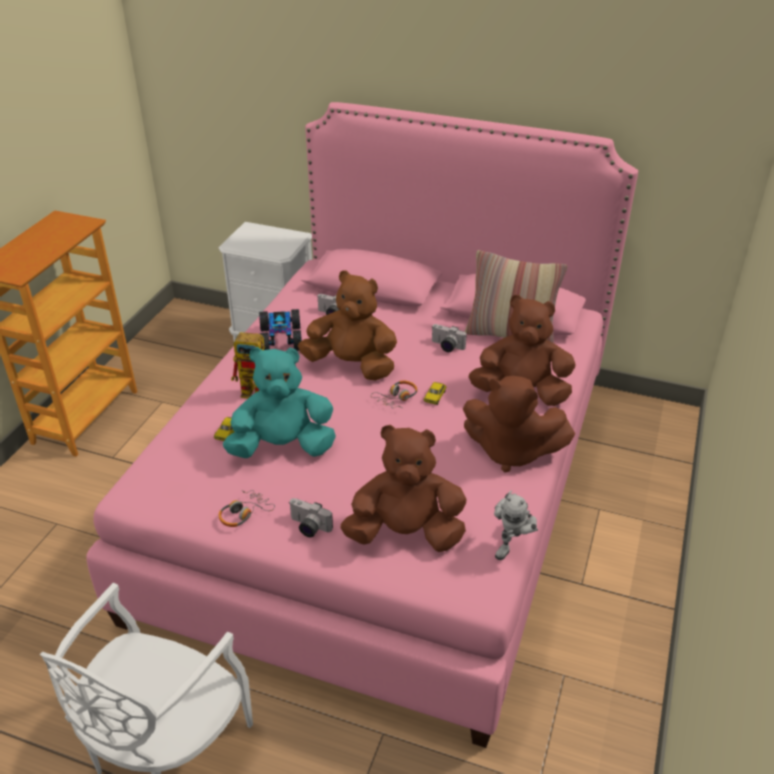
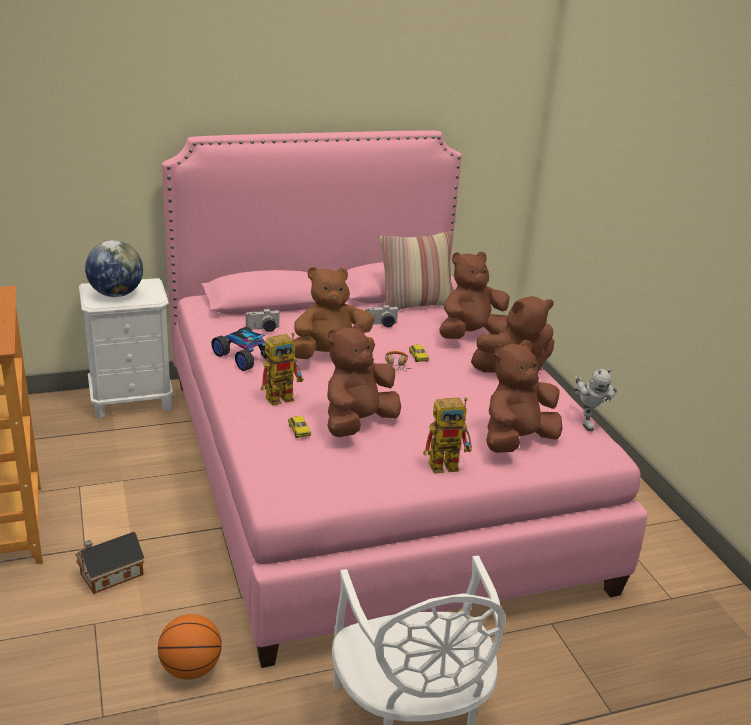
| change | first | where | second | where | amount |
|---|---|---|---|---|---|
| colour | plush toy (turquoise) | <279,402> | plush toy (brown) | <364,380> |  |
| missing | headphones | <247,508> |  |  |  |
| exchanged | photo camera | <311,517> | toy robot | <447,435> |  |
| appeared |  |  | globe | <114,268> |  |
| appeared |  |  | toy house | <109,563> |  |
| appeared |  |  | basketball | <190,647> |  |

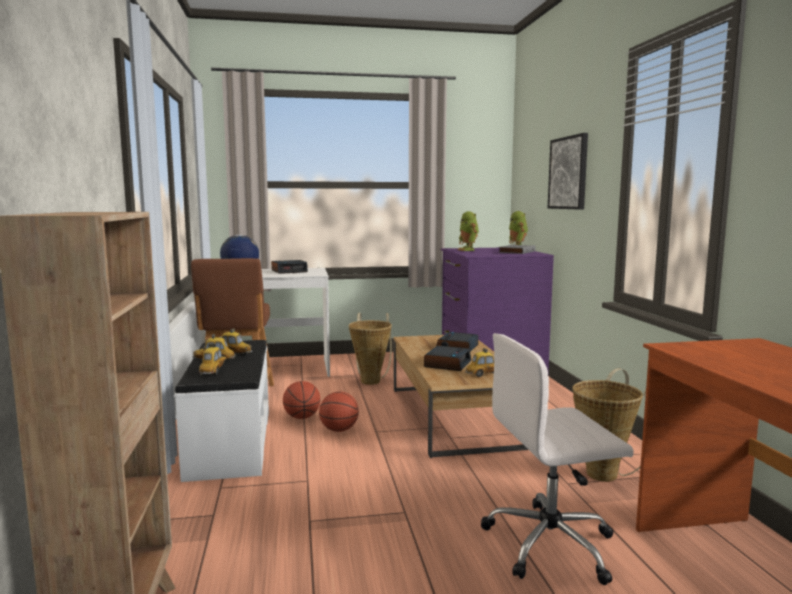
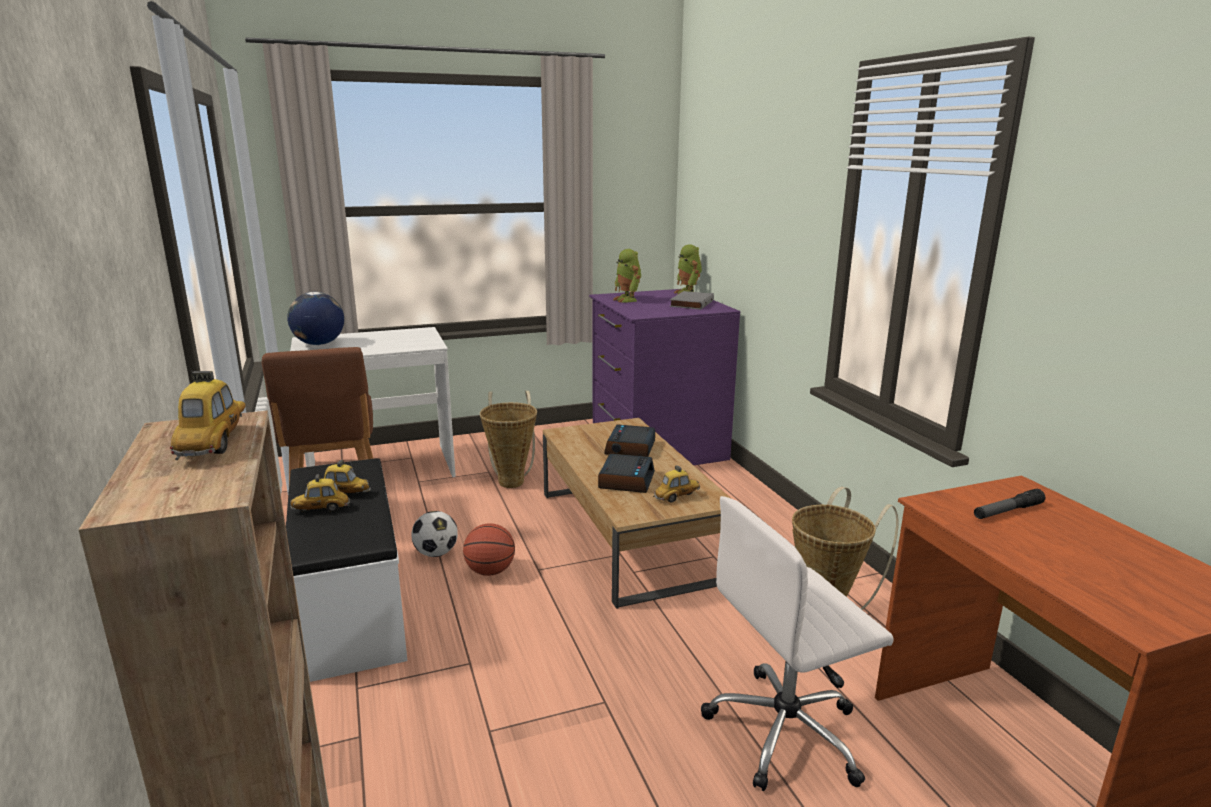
| change | first | where | second | where | amount |
|---|---|---|---|---|---|
| missing | picture | <568,171> |  |  |  |
| missing | alarm clock | <289,267> |  |  |  |
| relocated | toy car | <212,359> |  | <207,415> |  |
| exchanged | basketball | <302,400> | football | <435,534> |  |
| appeared |  |  | flashlight | <1009,504> |  |

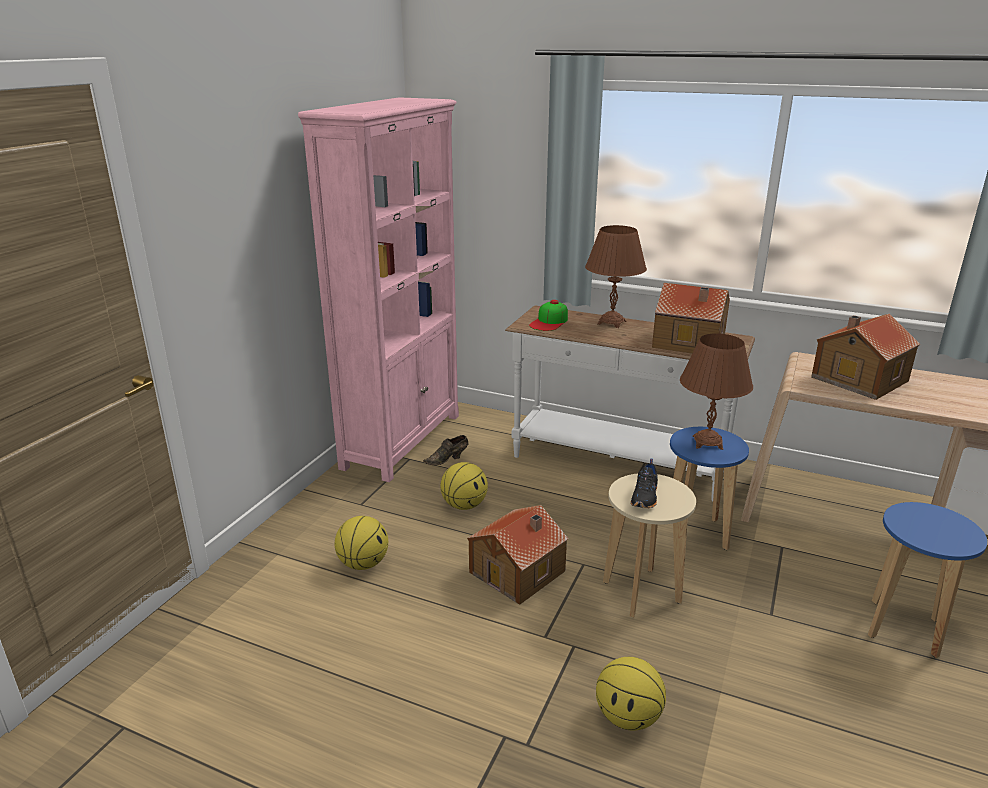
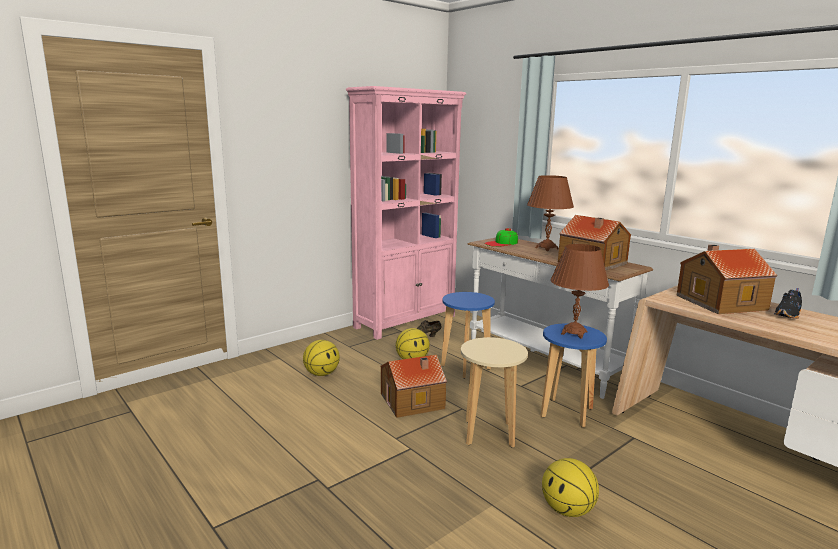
| change | first | where | second | where | amount |
|---|---|---|---|---|---|
| relocated | shoe (black) | <644,483> |  | <788,303> |  |
| relocated | stool (blue) | <928,580> |  | <468,335> |  |
| relocated | basketball | <631,694> |  | <570,487> |  |

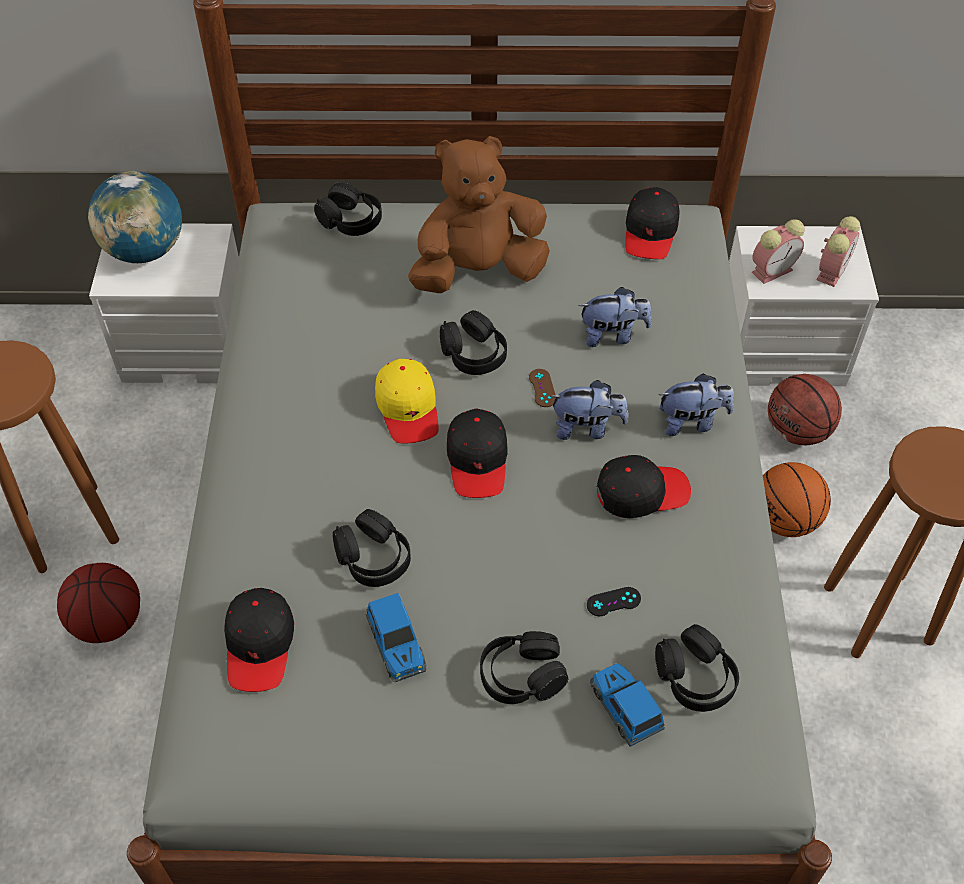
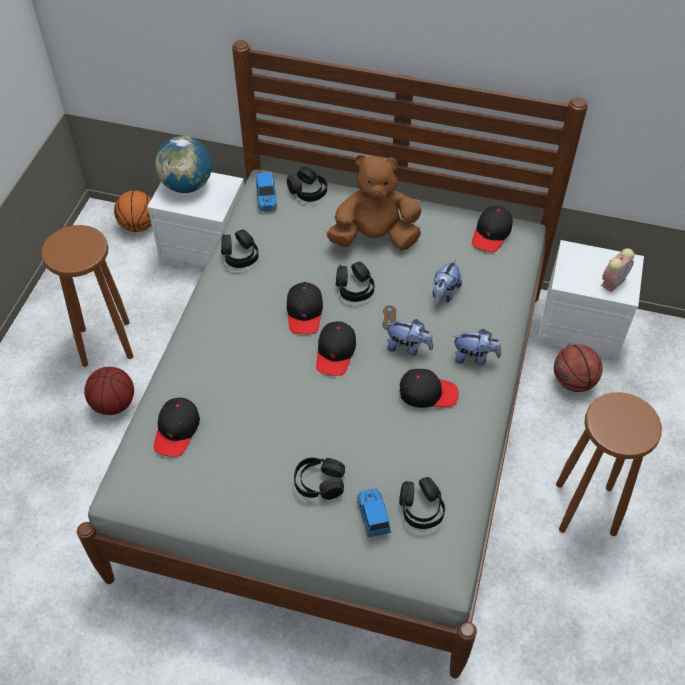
| change | first | where | second | where | amount |
|---|---|---|---|---|---|
| missing | alarm clock | <778,251> |  |  |  |
| spun | plush toy | <615,317> |  | <447,282> | 105 degrees clockwise |
| colour | cap (yellow) | <407,401> | cap (black) | <305,308> |  |
| relocated | basketball | <797,499> |  | <133,211> |  |
| relocated | headphones (black) | <372,548> |  | <240,248> |  |
| missing | game controller (black) | <614,601> |  |  |  |
| relocated | toy car | <396,637> |  | <266,192> |  |

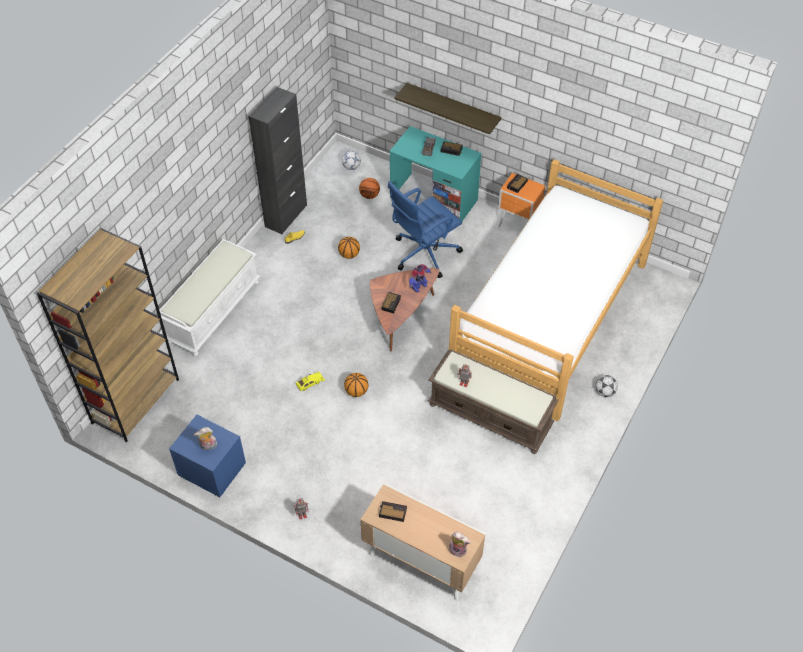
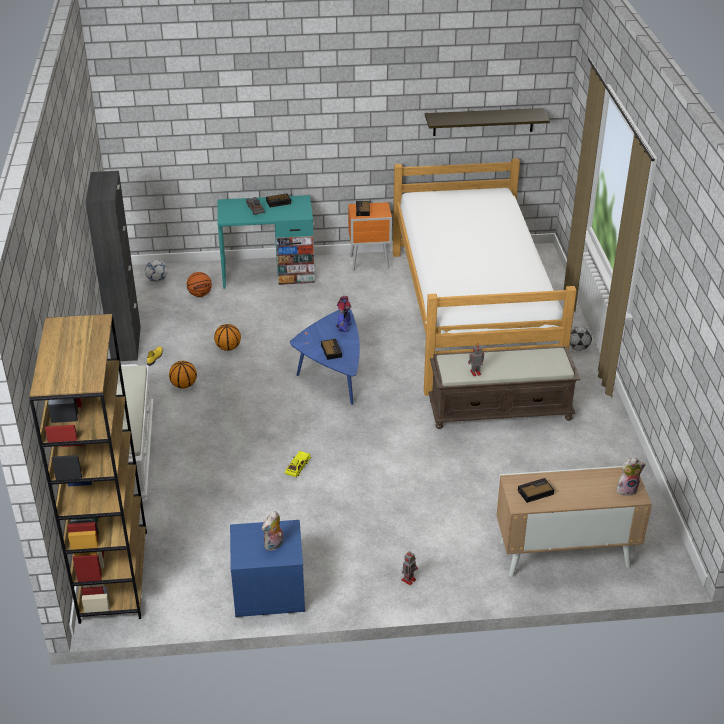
| change | first | where | second | where | amount |
|---|---|---|---|---|---|
| relocated | shelf | <448,108> |  | <487,122> |  |
| missing | office chair (blue) | <425,229> |  |  |  |
| colour | coffee table (brown) | <405,309> | coffee table (blue) | <325,357> |  |
| relocated | basketball | <356,385> |  | <183,375> |  |

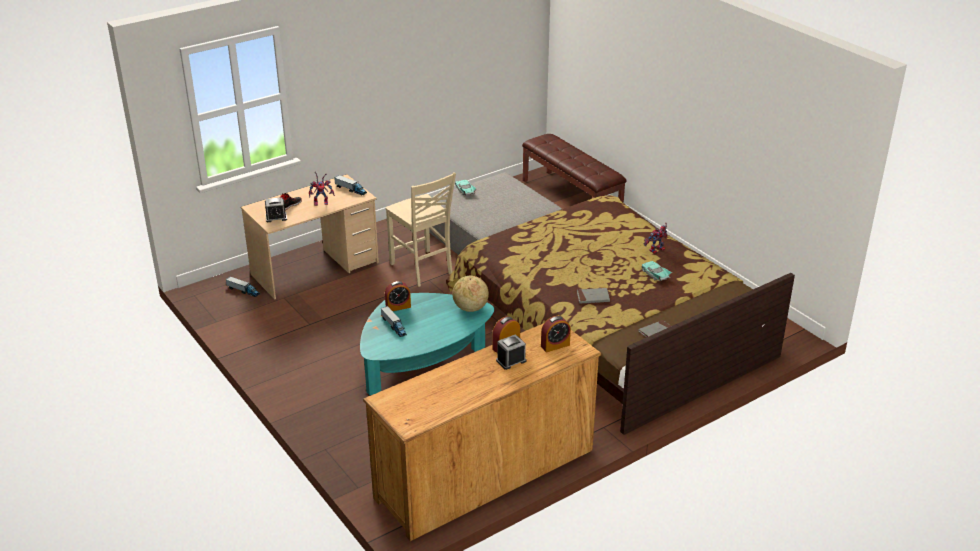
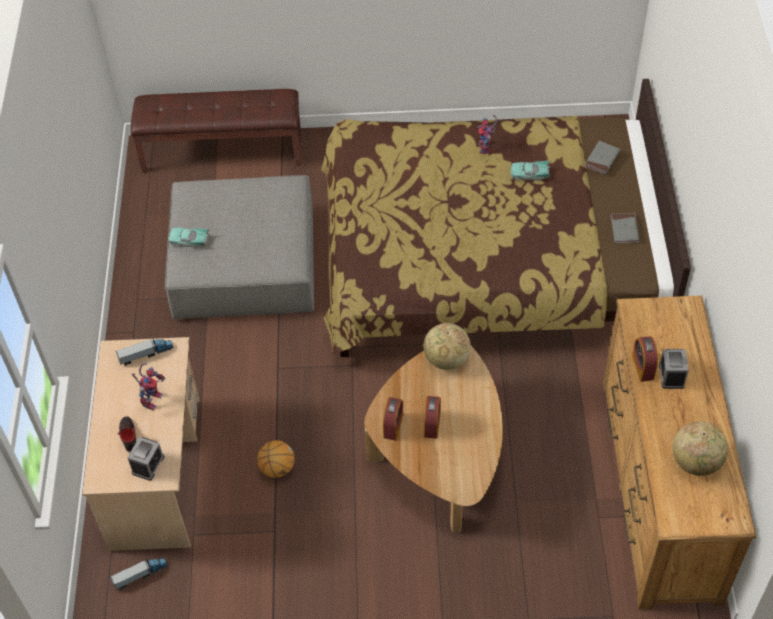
| change | first | where | second | where | amount |
|---|---|---|---|---|---|
| missing | chair (beige) | <421,229> |  |  |  |
| relocated | book (grey) | <593,296> |  | <602,158> |  |
| colour | coffee table (turquoise) | <427,344> | coffee table (brown) | <433,439> |  |
| missing | toy truck | <394,321> |  |  |  |
| relocated | alarm clock | <556,334> |  | <432,417> |  |
| appeared |  |  | globe | <700,448> |  |
| appeared |  |  | basketball | <276,459> |  |

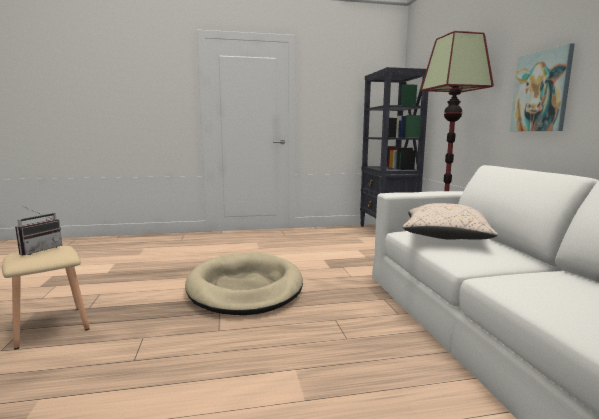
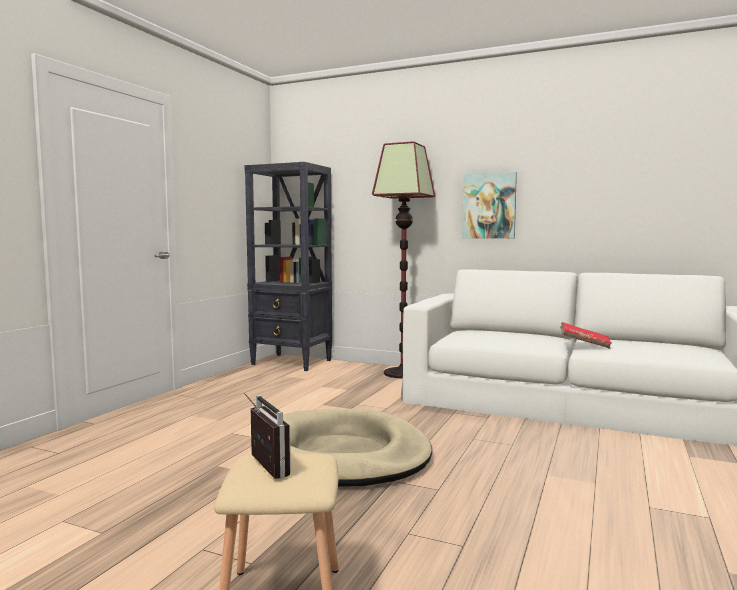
| change | first | where | second | where | amount |
|---|---|---|---|---|---|
| missing | pillow (beige) | <450,221> |  |  |  |
| appeared |  |  | book (red) | <586,335> |  |

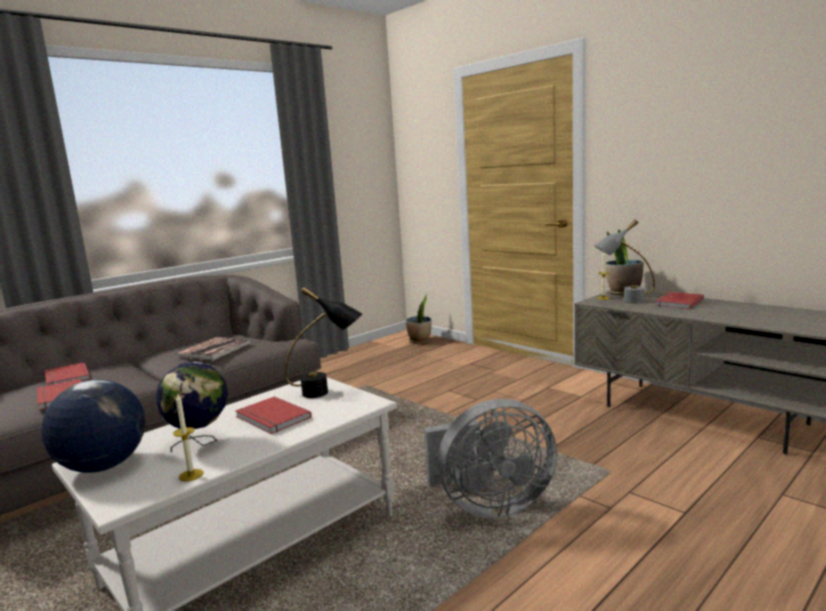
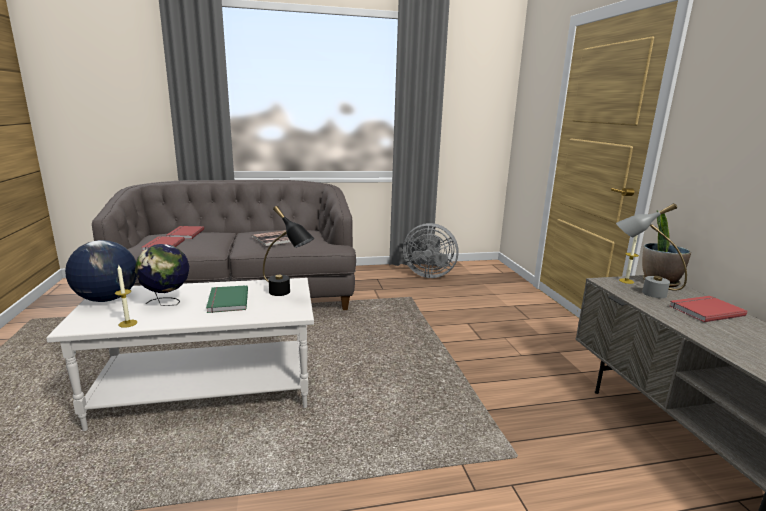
| change | first | where | second | where | amount |
|---|---|---|---|---|---|
| missing | potted plant | <419,318> |  |  |  |
| colour | book (red) | <273,415> | book (green) | <227,299> |  |
| relocated | fan (grey) | <490,458> |  | <431,250> |  |

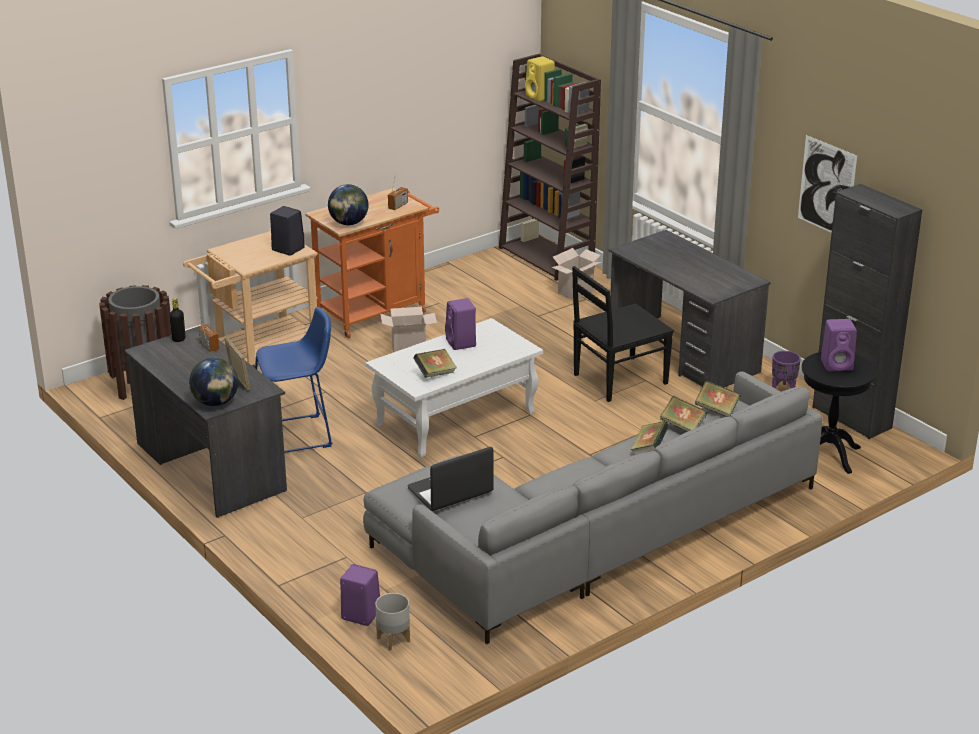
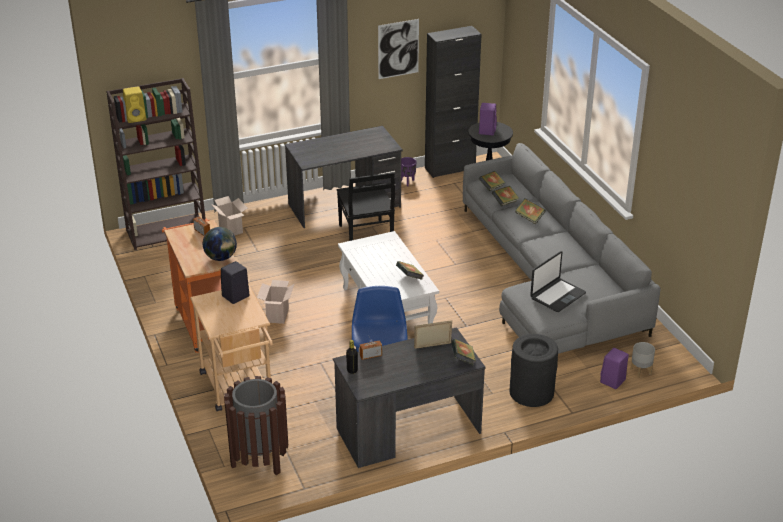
| change | first | where | second | where | amount |
|---|---|---|---|---|---|
| missing | speaker (purple) | <460,324> |  |  |  |
| exchanged | globe | <213,382> | book | <464,352> |  |
| spun | laptop | <450,479> |  | <558,281> | 120 degrees counterclockwise |
| appeared |  |  | trash can (black) | <533,370> |  |

